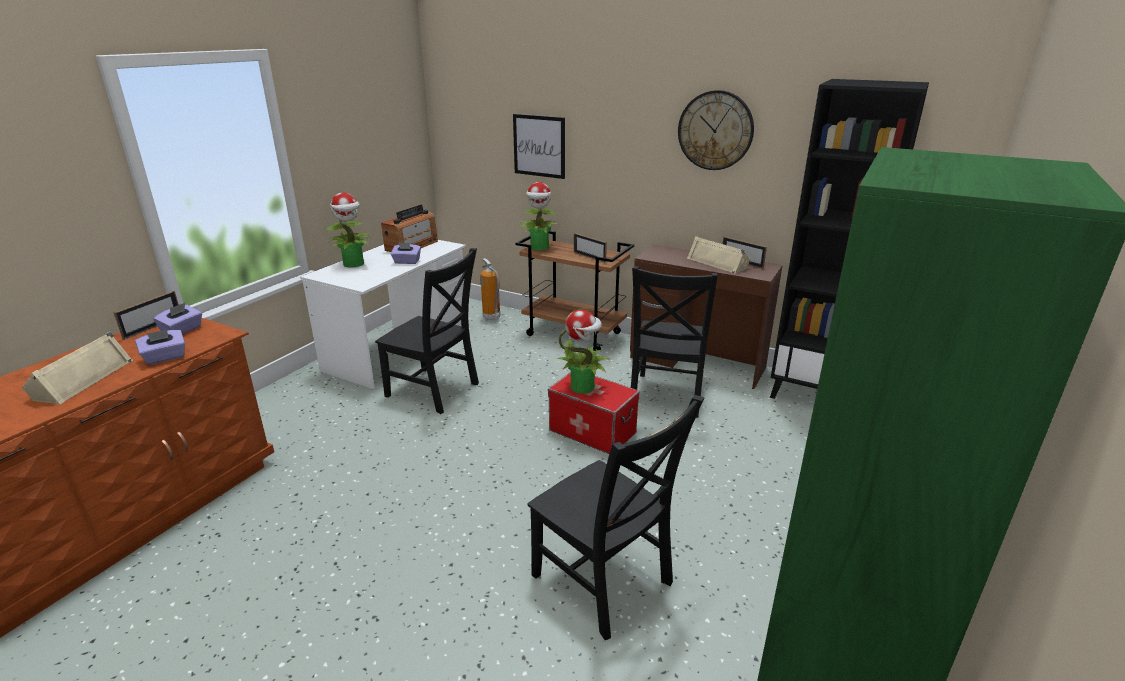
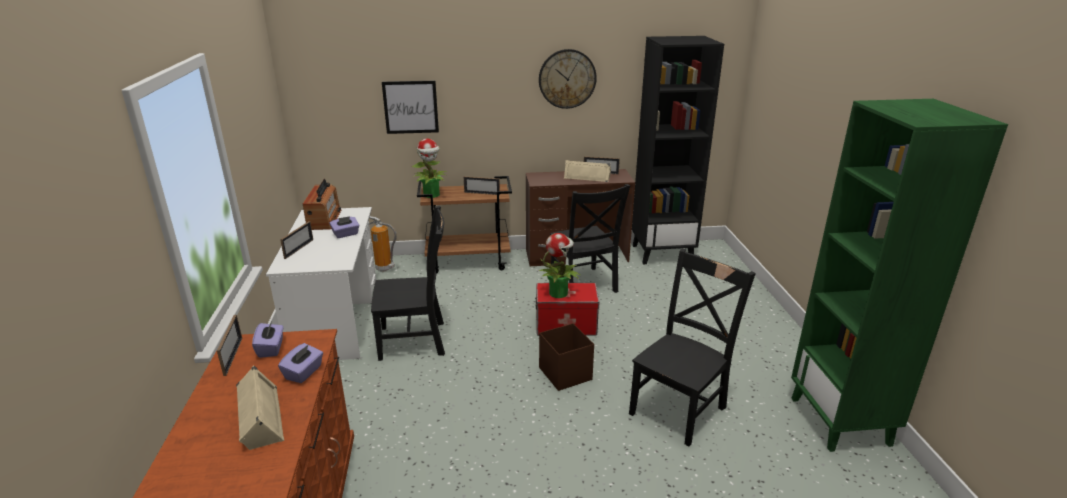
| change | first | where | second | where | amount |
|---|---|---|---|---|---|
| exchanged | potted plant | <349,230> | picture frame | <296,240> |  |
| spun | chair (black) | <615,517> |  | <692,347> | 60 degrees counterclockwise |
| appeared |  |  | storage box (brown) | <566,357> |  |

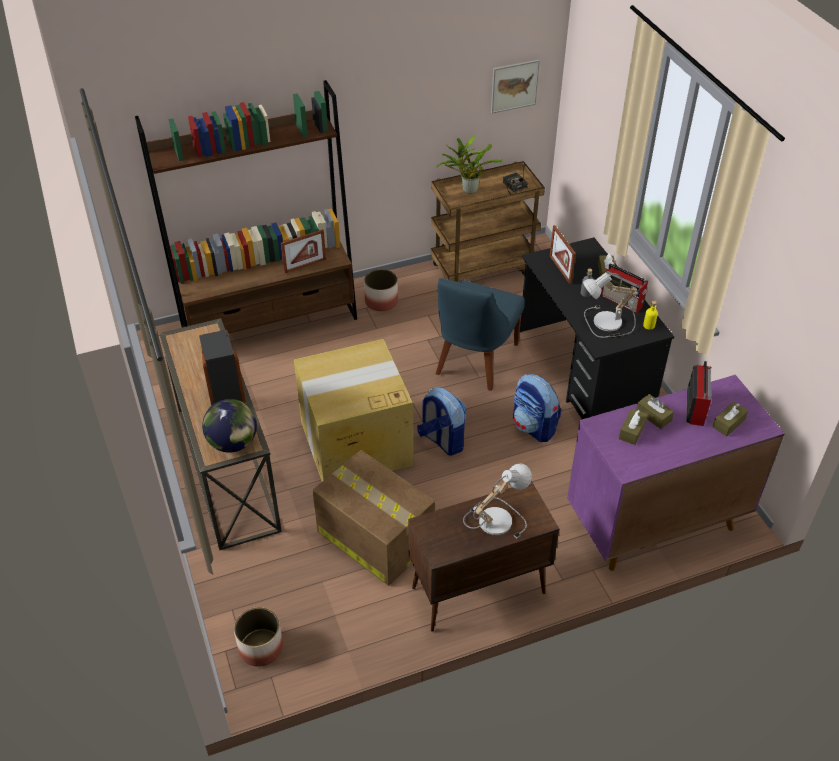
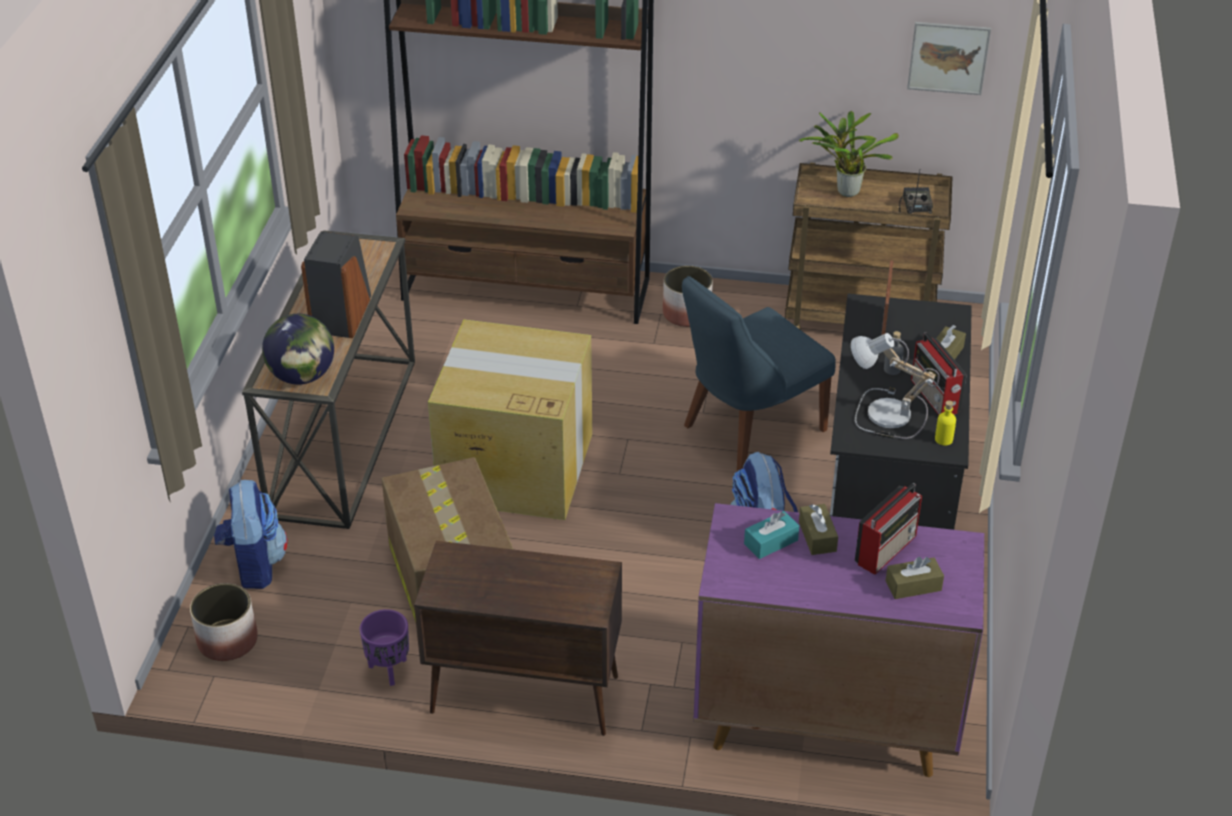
| change | first | where | second | where | amount |
|---|---|---|---|---|---|
| missing | picture frame | <303,251> |  |  |  |
| relocated | backpack | <441,421> |  | <251,534> |  |
| colour | tissue box (brown) | <633,426> | tissue box (turquoise) | <771,535> |  |
| missing | table lamp | <497,501> |  |  |  |
| appeared |  |  | planter (purple) | <384,647> |  |

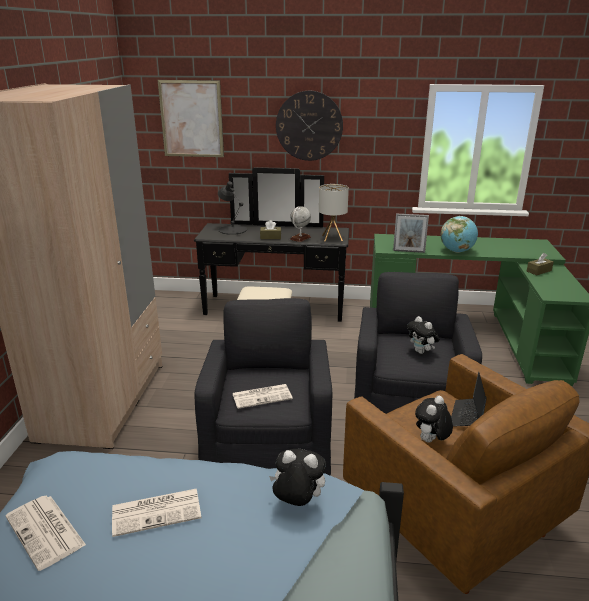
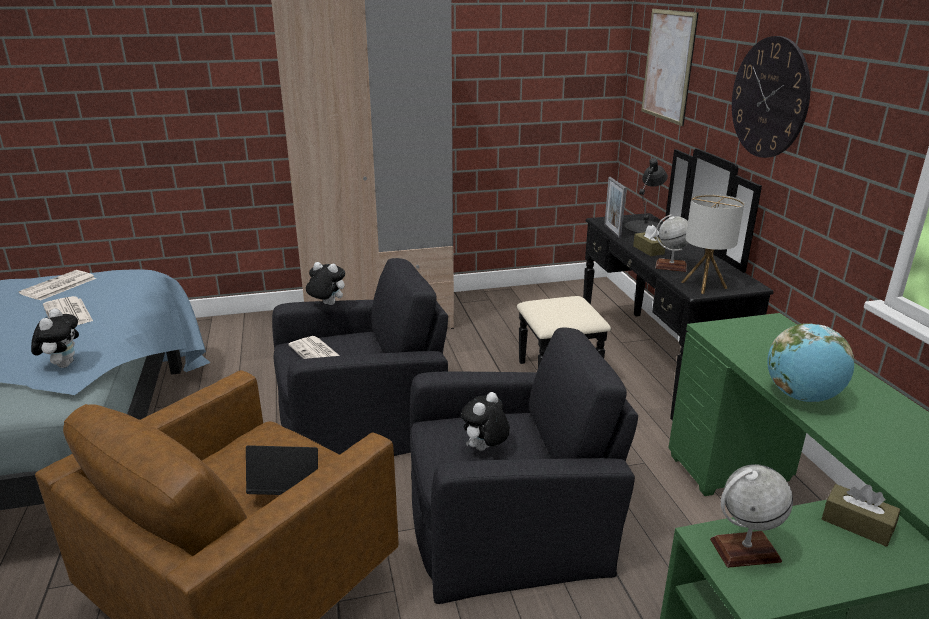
| change | first | where | second | where | amount |
|---|---|---|---|---|---|
| relocated | picture frame | <411,233> |  | <615,207> |  |
| relocated | plush toy | <434,419> |  | <325,283> |  |
| appeared |  |  | globe | <751,516> |  |

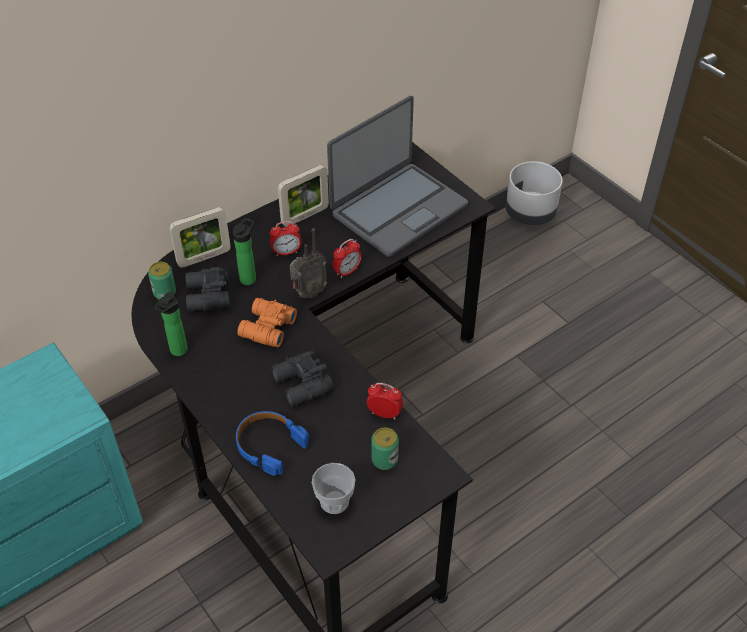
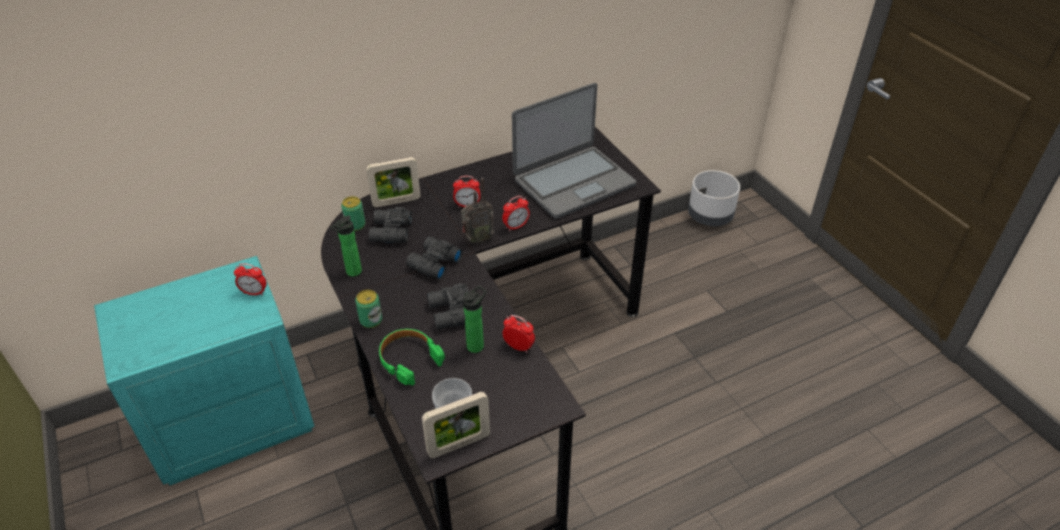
| change | first | where | second | where | amount |
|---|---|---|---|---|---|
| relocated | picture frame | <303,196> |  | <456,425> |  |
| relocated | bottle | <244,251> |  | <475,319> |  |
| colour | binoculars (orange) | <267,322> | binoculars (black) | <434,258> |  |
| colour | headphones (blue) | <272,443> | headphones (green) | <412,357> |  |
| relocated | can | <385,448> |  | <368,309> |  |
| appeared |  |  | alarm clock | <250,279> |  |

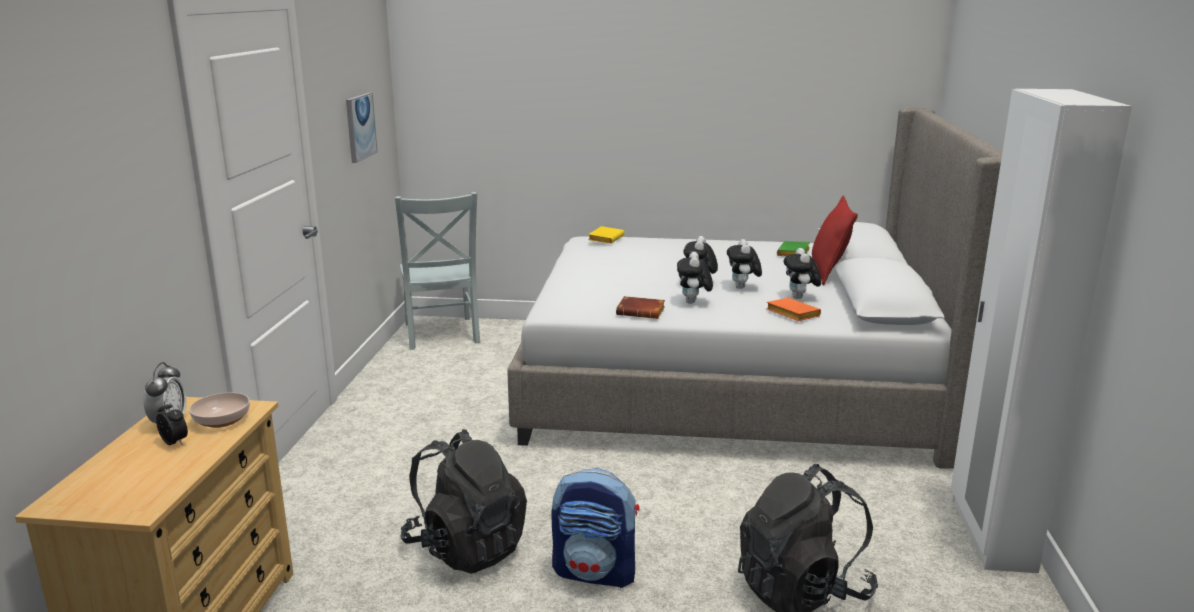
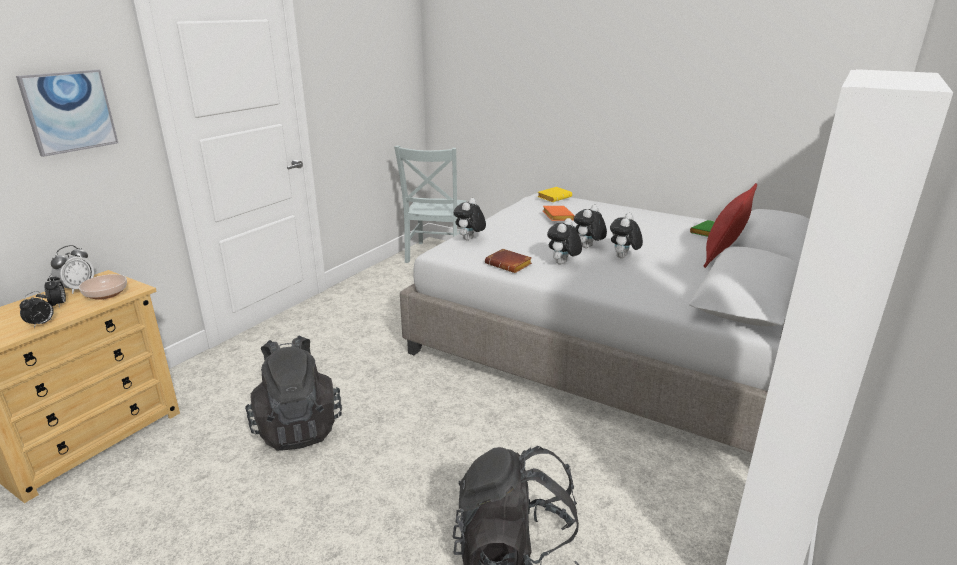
| change | first | where | second | where | amount |
|---|---|---|---|---|---|
| relocated | picture | <362,128> |  | <67,113> |  |
| relocated | plush toy | <802,273> |  | <470,219> |  |
| relocated | book (orange) | <793,309> |  | <559,213> |  |
| missing | backpack | <595,528> |  |  |  |
| appeared |  |  | alarm clock | <37,309> |  |

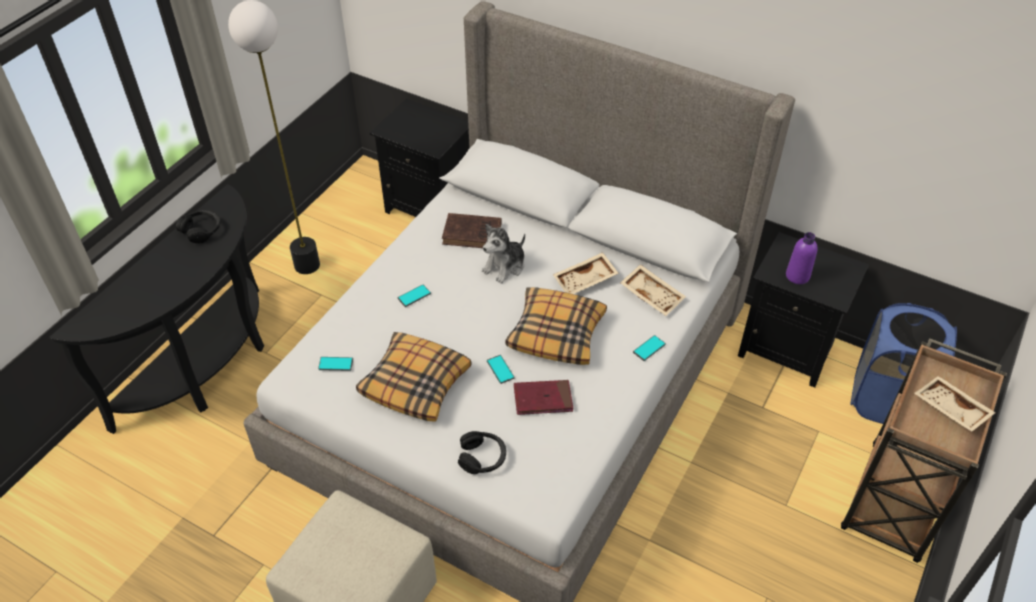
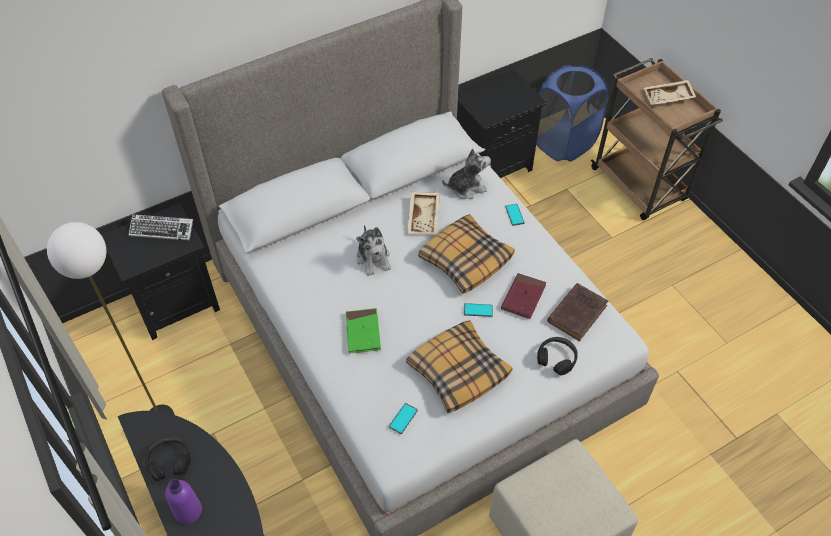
| change | first | where | second | where | amount |
|---|---|---|---|---|---|
| relocated | book (brown) | <472,230> |  | <577,312> |  |
| relocated | bottle (purple) | <802,258> |  | <183,501> |  |
| exchanged | tray (beige) | <653,290> | plush toy | <466,174> |  |
| exchanged | phone | <414,295> | book (green) | <363,331> |  |
| appeared |  |  | keyboard | <161,227> |  |

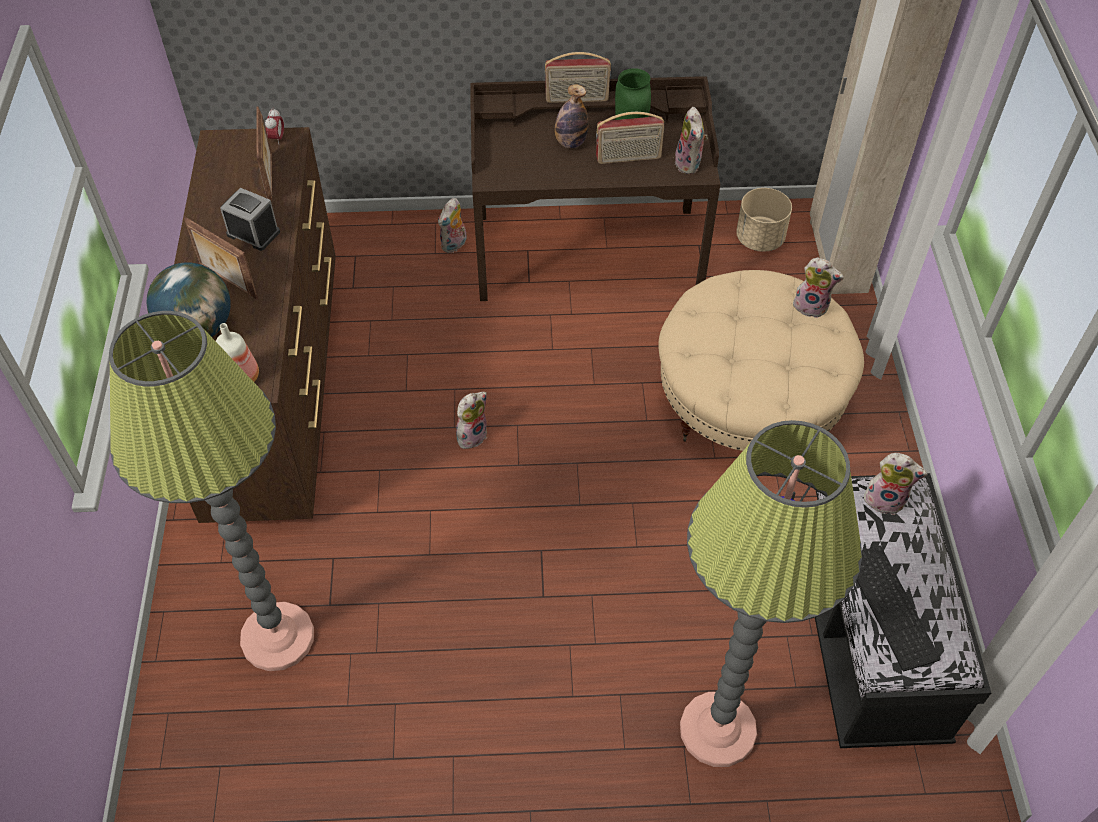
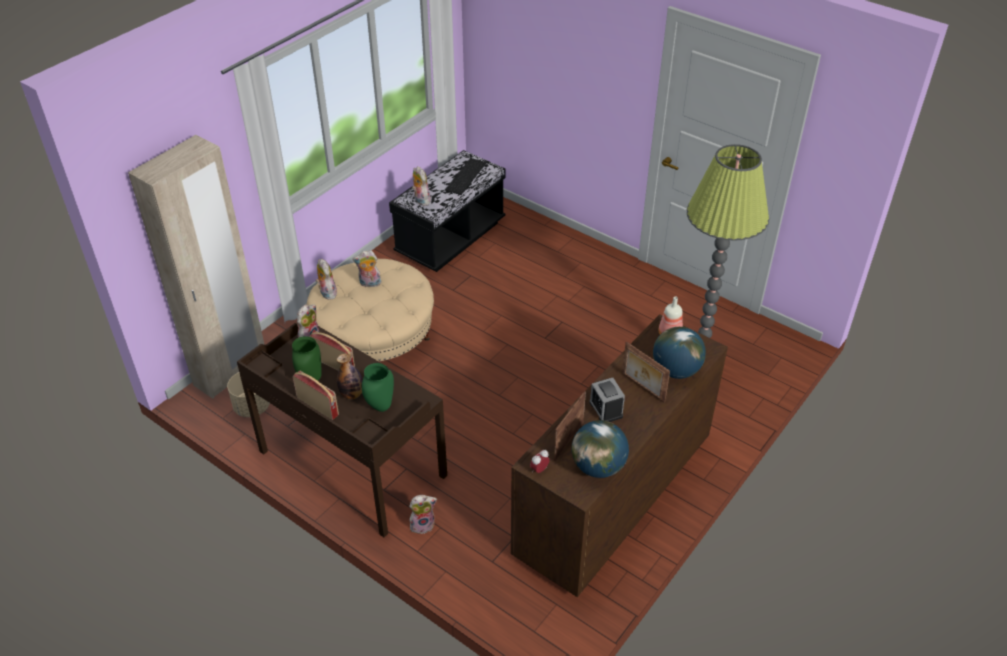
| change | first | where | second | where | amount |
|---|---|---|---|---|---|
| spun | picture frame | <221,258> |  | <646,372> | 150 degrees clockwise |
| relocated | plush toy | <471,420> |  | <368,268> |  |
| missing | floor lamp | <771,593> |  |  |  |
| appeared |  |  | vase (green) | <378,387> |  |
| appeared |  |  | globe | <600,449> |  |

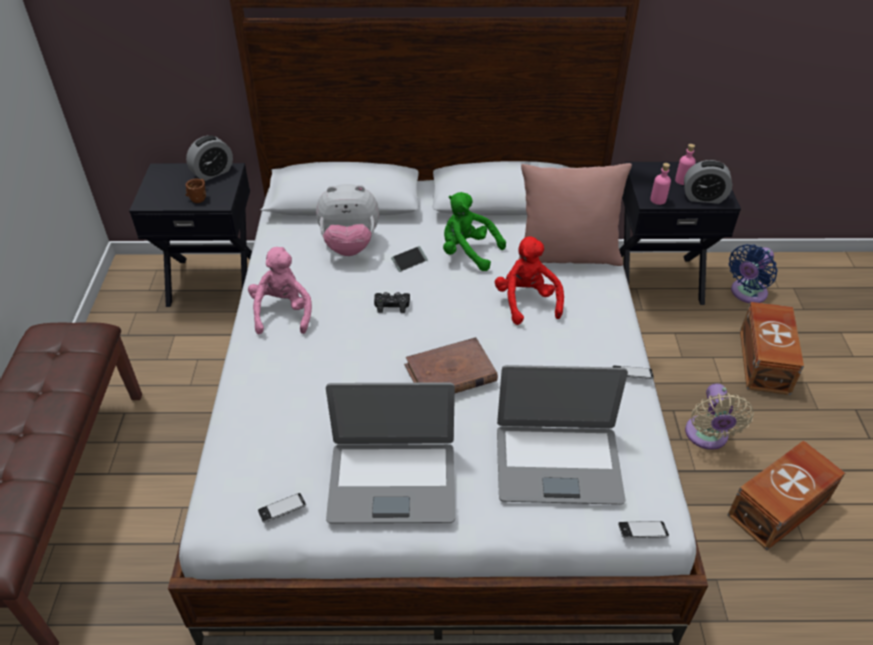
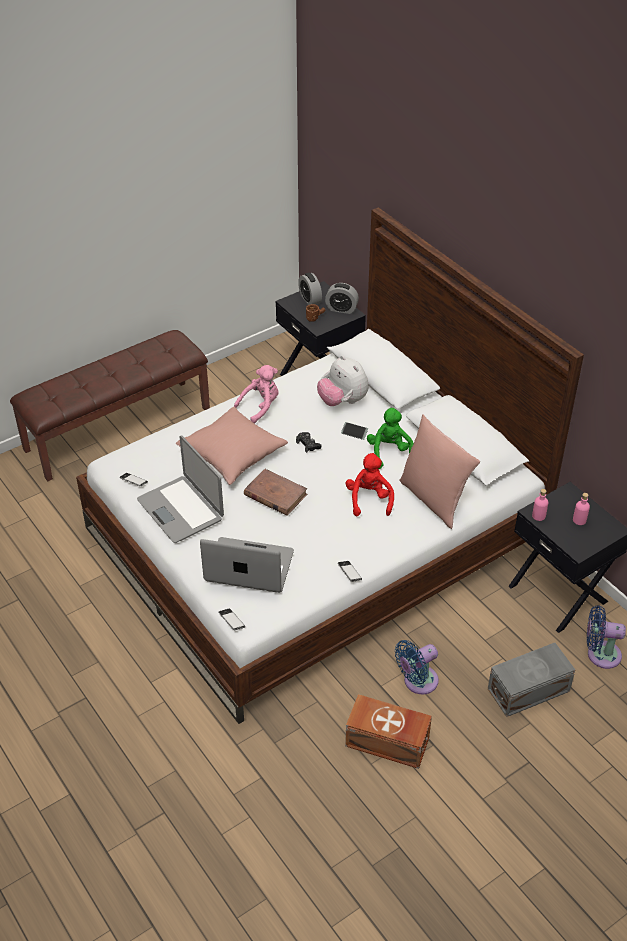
| change | first | where | second | where | amount |
|---|---|---|---|---|---|
| relocated | alarm clock | <708,182> |  | <310,289> |  |
| spun | plush toy (red) | <529,280> |  | <370,484> | 45 degrees counterclockwise |
| colour | storage box (brown) | <772,348> | storage box (grey) | <531,680> |  |
| spun | laptop | <562,435> |  | <247,565> | 135 degrees clockwise |
| colour | fan (beige) | <719,417> | fan (blue) | <417,667> |  |
| appeared |  |  | pillow (pink) | <232,446> |  |

